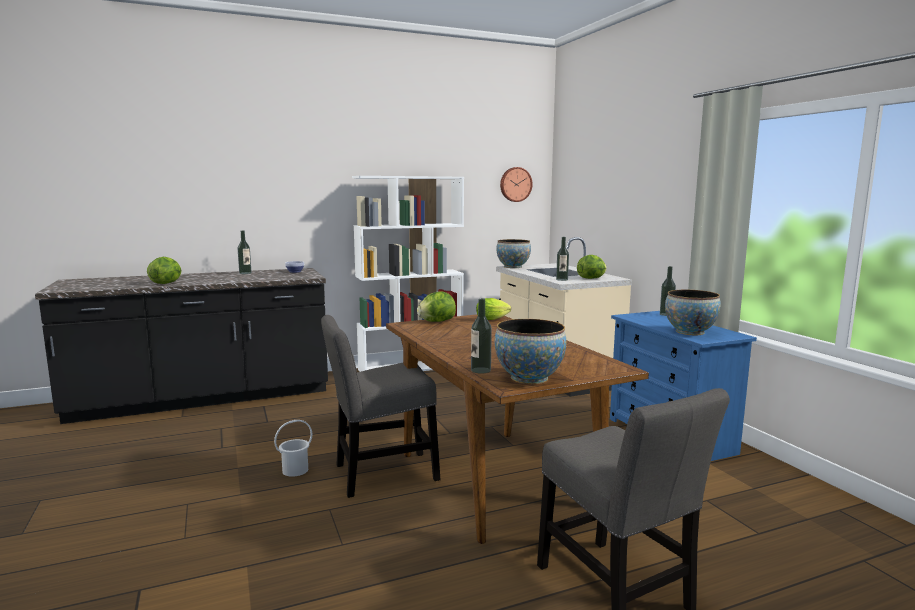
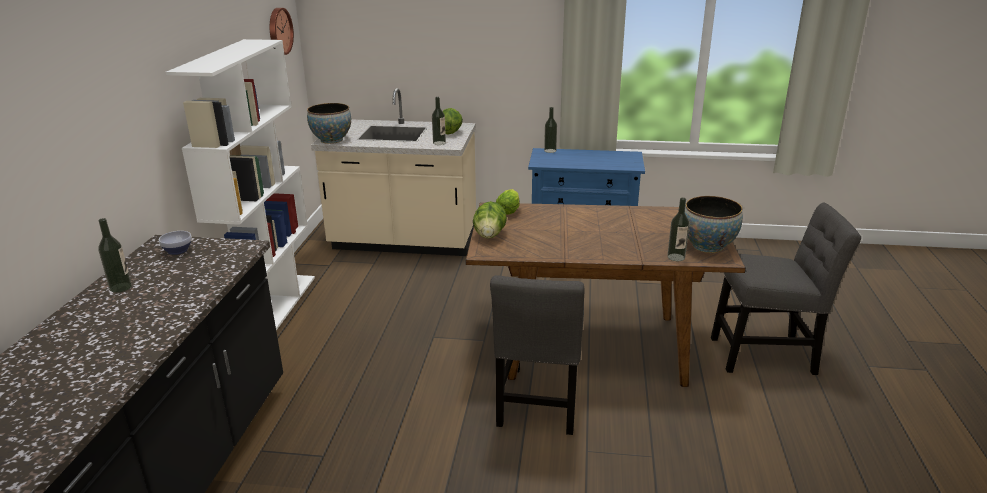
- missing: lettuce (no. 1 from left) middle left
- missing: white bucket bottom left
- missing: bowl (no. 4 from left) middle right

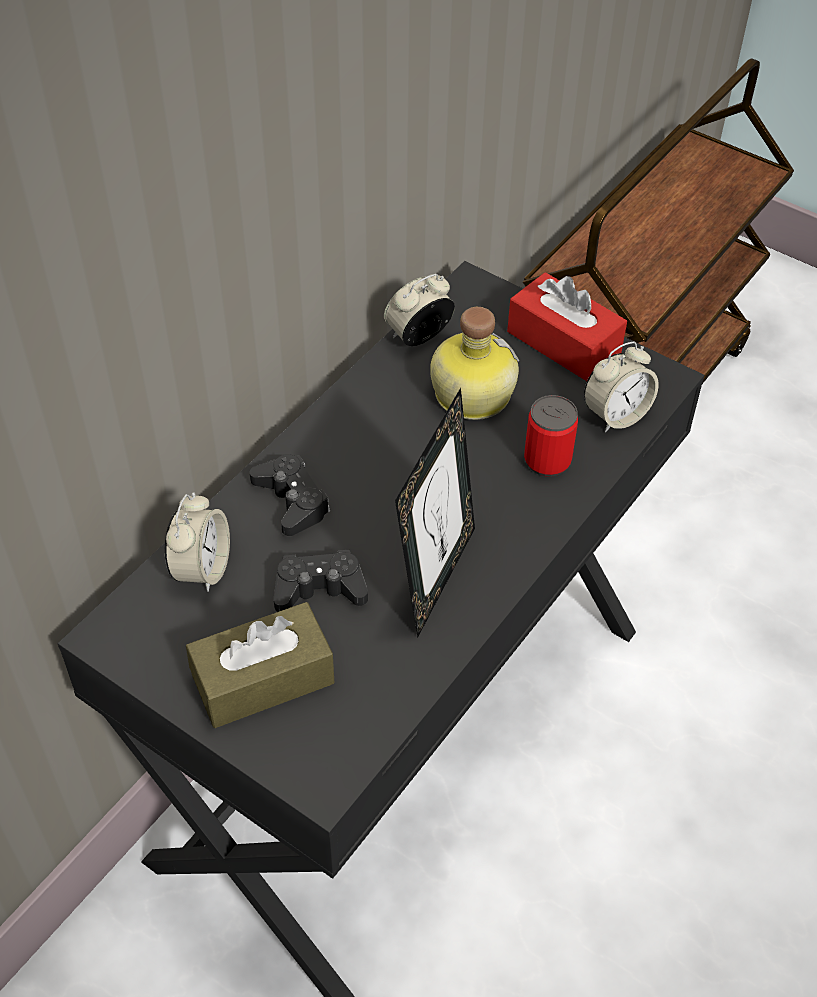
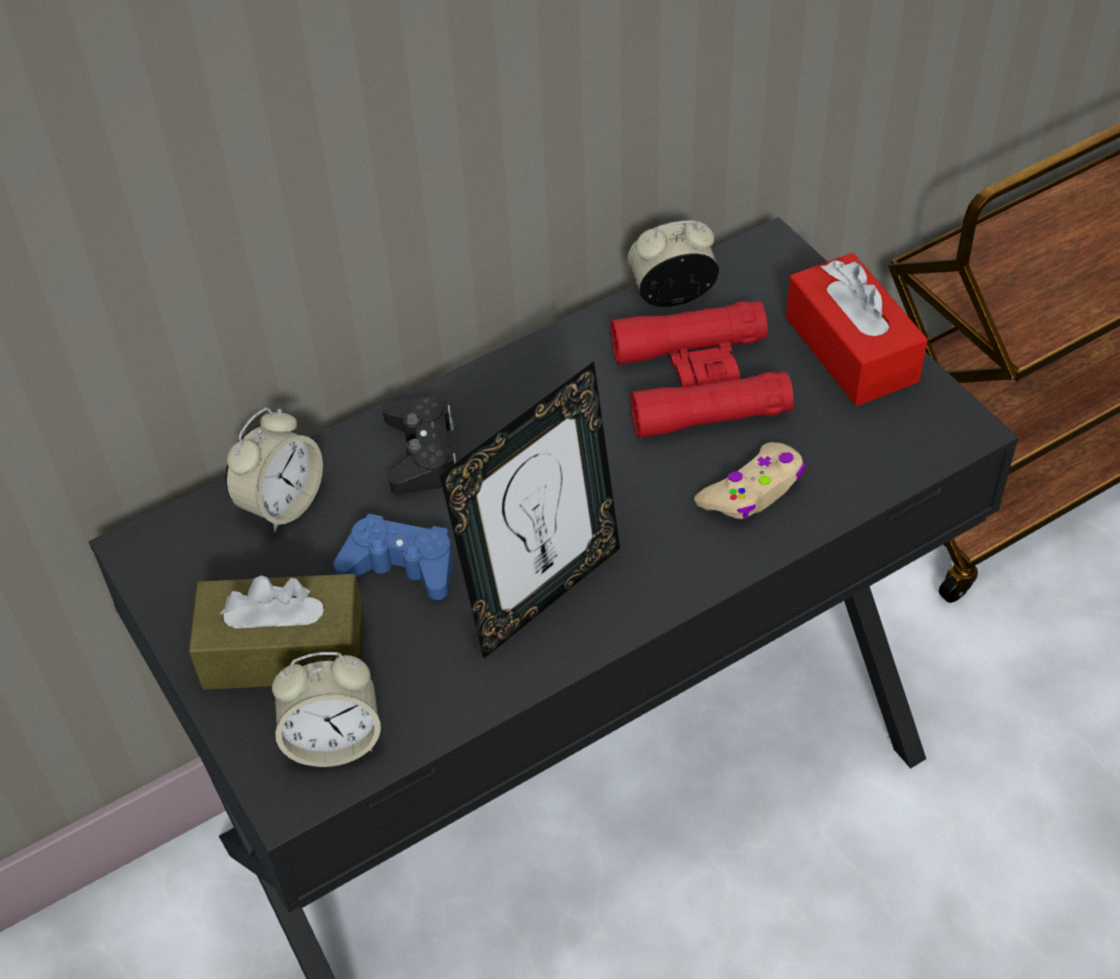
- relocated: alarm clock (no. 3 from left in the first image) middle right to alarm clock (no. 2 from left) bottom left
- colour: black game controller (no. 2 from left) centre to blue game controller centre
- exchanged: bottle centre to red binoculars centre
- exchanged: can middle right to beige game controller middle right

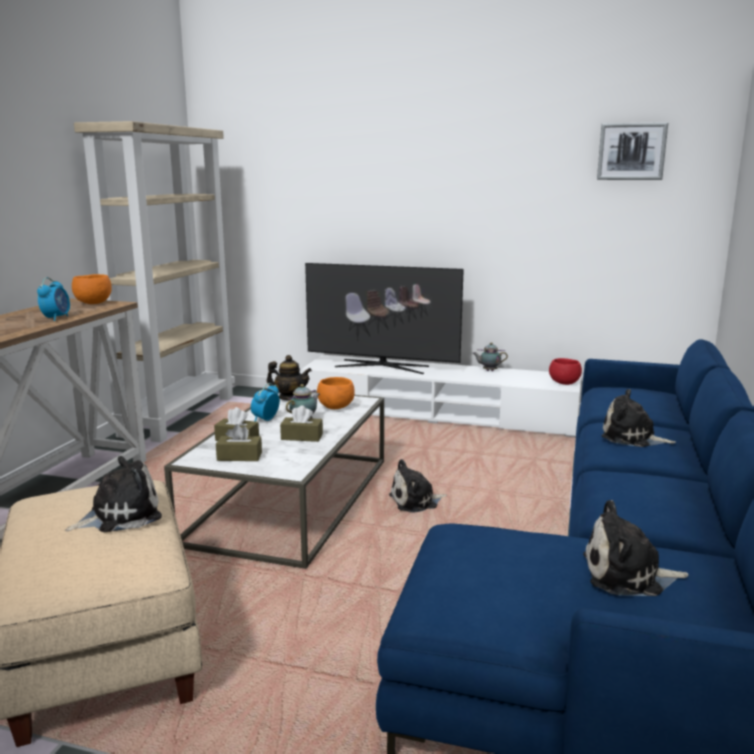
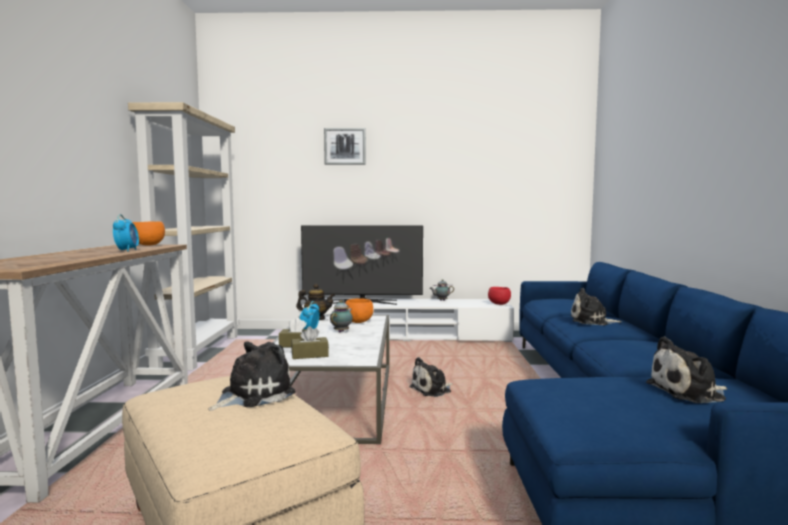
- relocated: picture top right to top centre
- missing: brown tissue box (no. 3 from left) centre

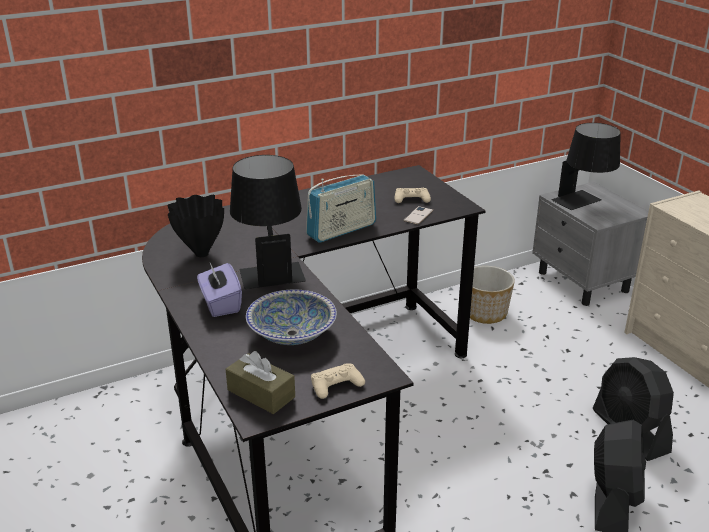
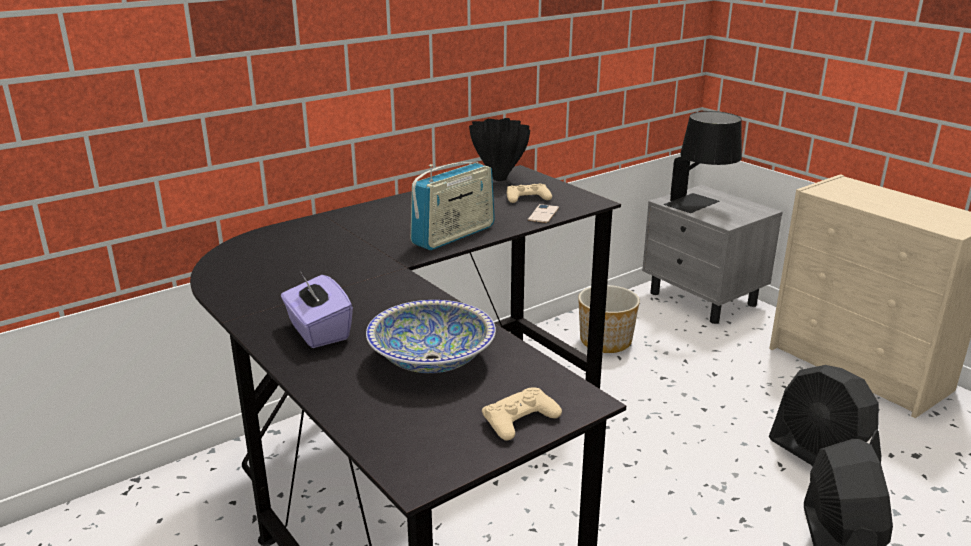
- relocated: black vase middle left to top centre
- missing: brown tissue box bottom centre
- missing: black table lamp (no. 1 from left) centre

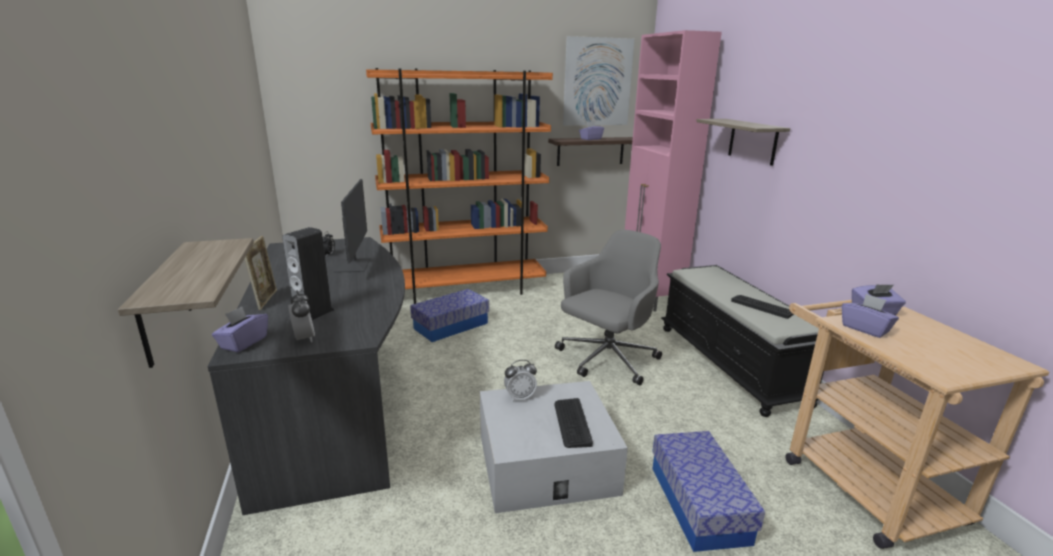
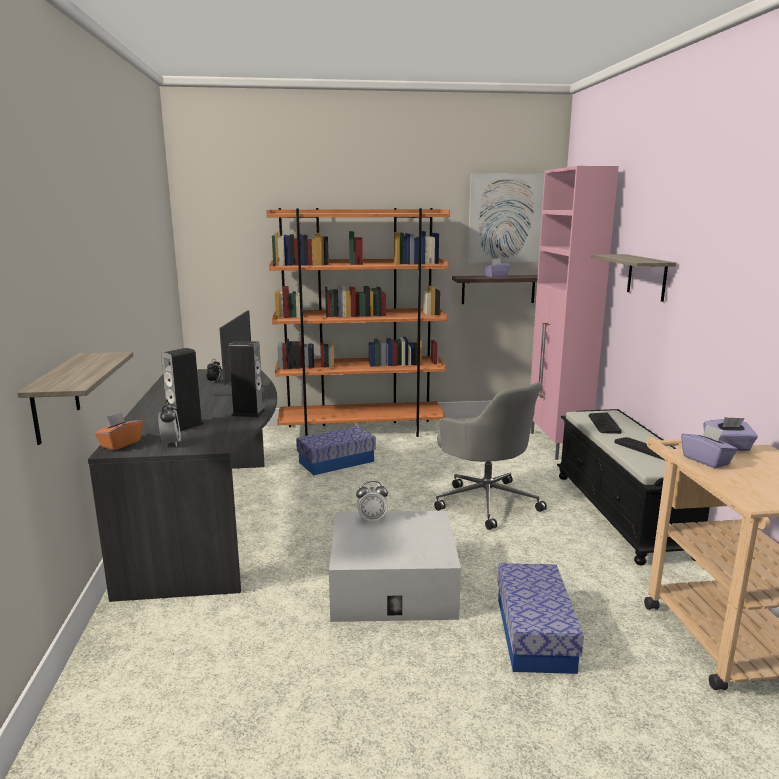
- colour: purple tissue box (no. 1 from left) middle left to orange tissue box middle left
- appeared: speaker (no. 2 from left) middle left
- spun: grey office chair centre = centre 90 degrees clockwise
- relocated: keyboard (no. 1 from left) bottom centre to middle right
- missing: picture frame middle left

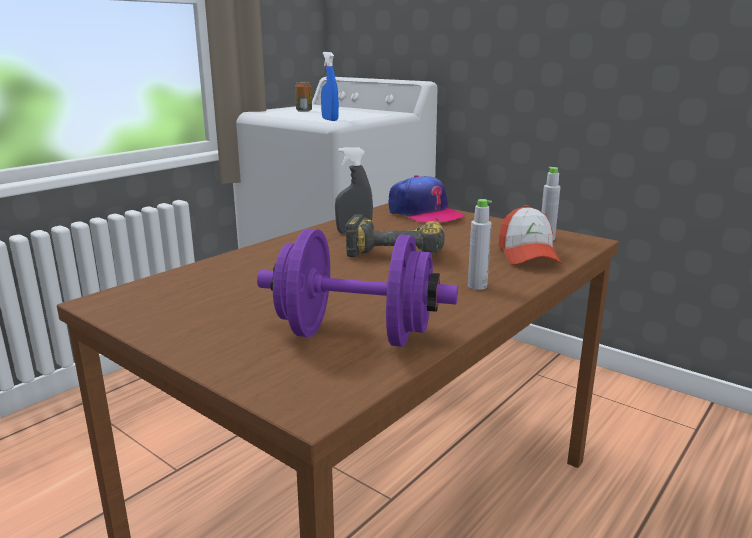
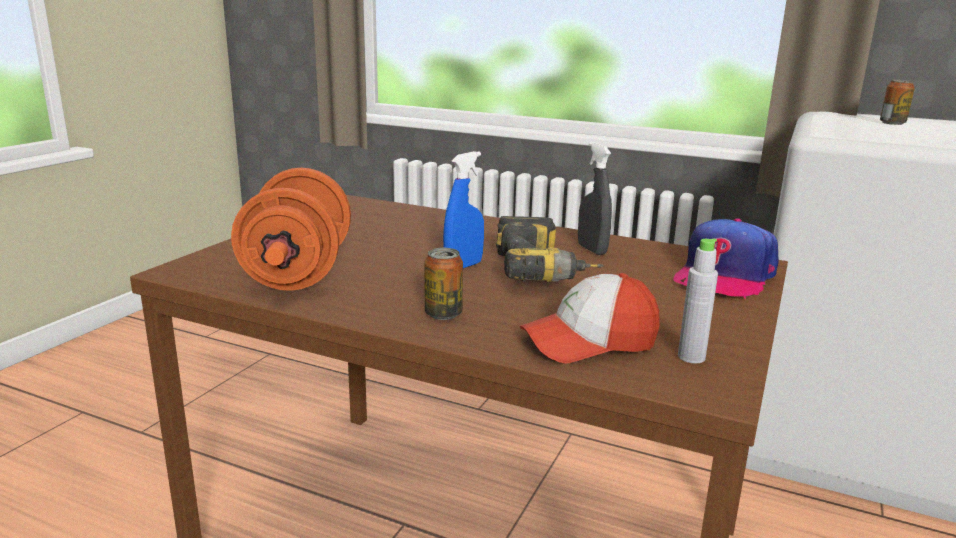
- colour: purple dumbbell centre to orange dumbbell middle left
- exchanged: grey bottle (no. 1 from left) centre to can (no. 1 from left) centre
- relocated: blue spray bottle top centre to centre

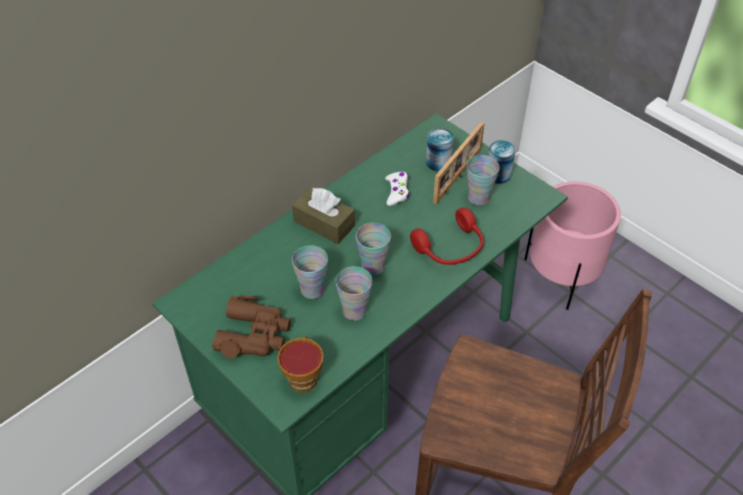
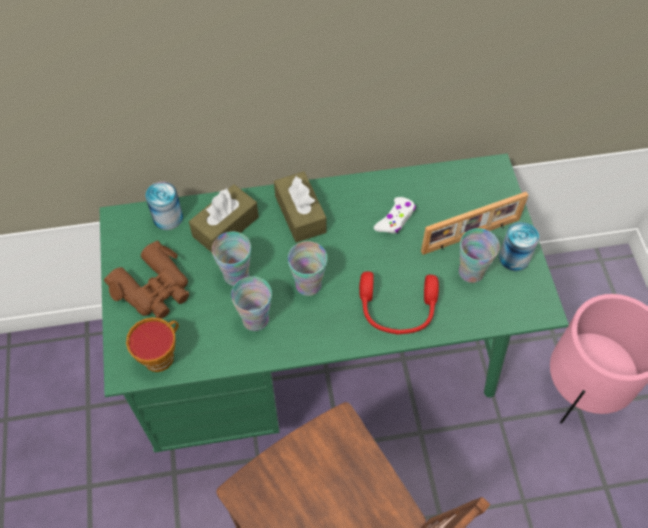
- relocated: can (no. 1 from left) top centre to middle left
- appeared: brown tissue box (no. 1 from left) centre

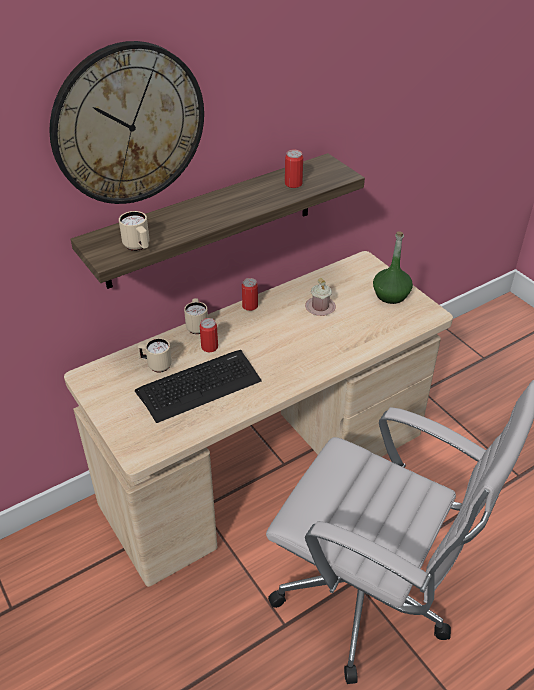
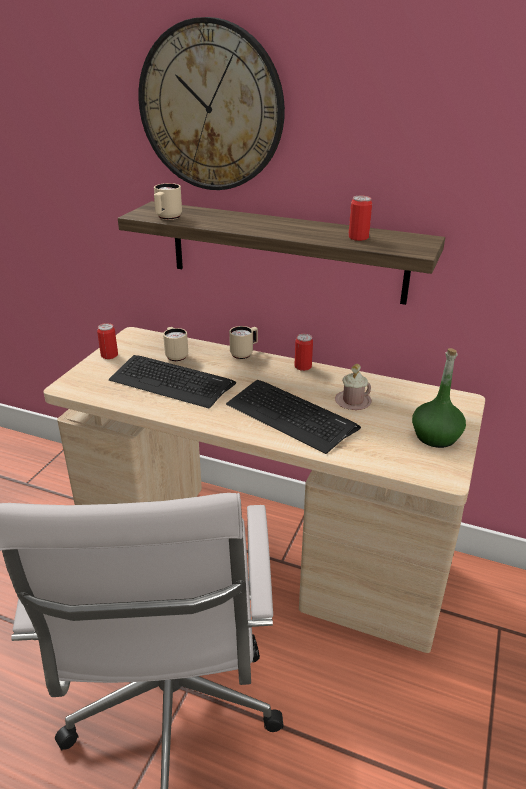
- relocated: can (no. 1 from left) centre to middle left
- appeared: keyboard (no. 2 from left) centre

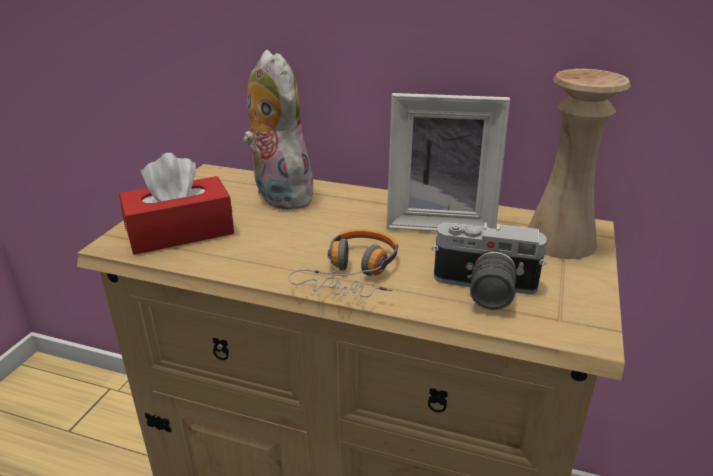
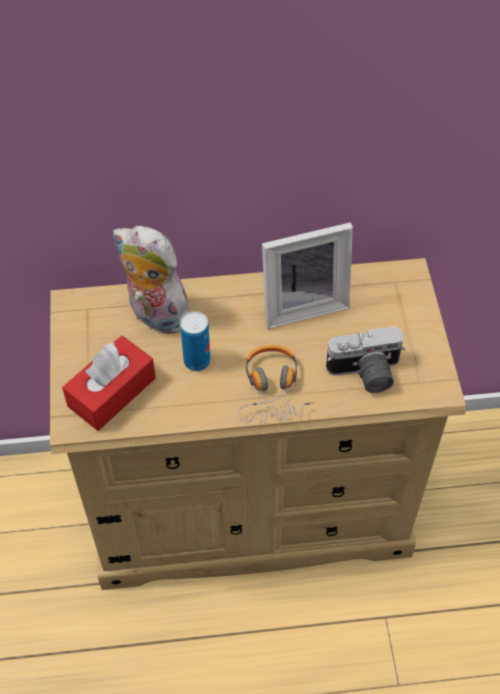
- appeared: can centre
- missing: beige vase middle right

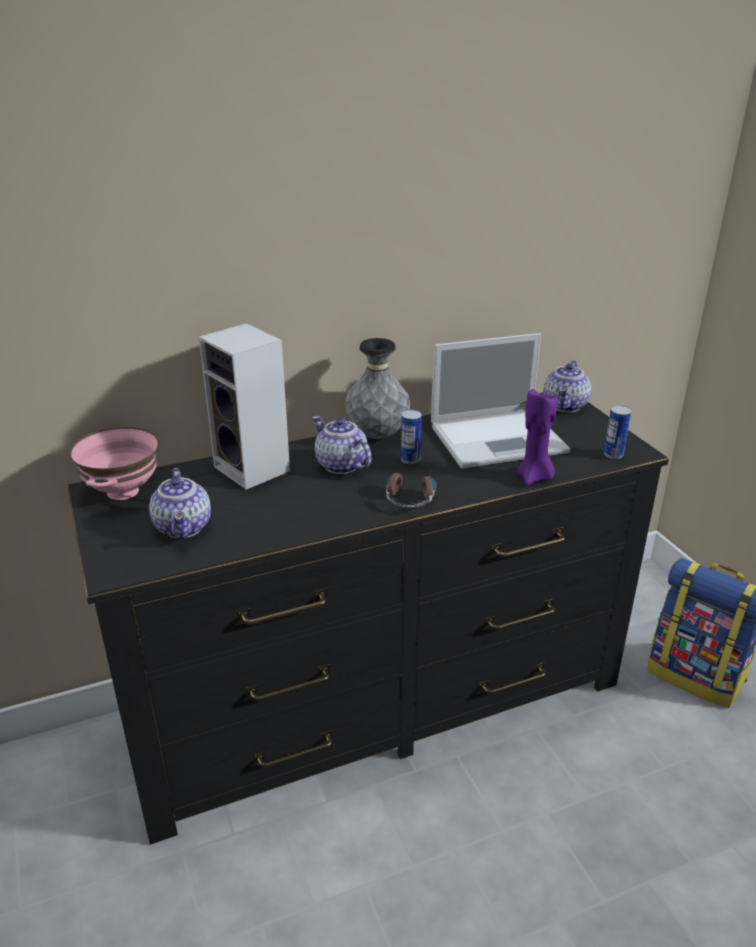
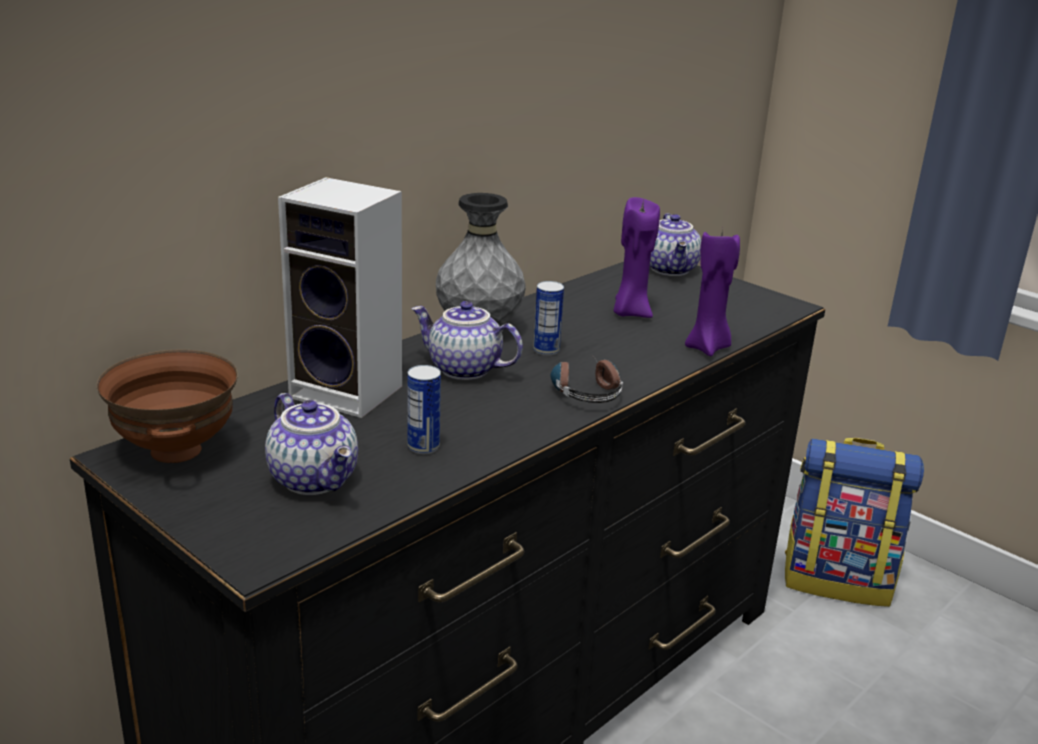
- colour: pink bowl middle left to brown bowl middle left
- relocated: can (no. 2 from left in the first image) middle right to can (no. 1 from left) centre
- exchanged: laptop centre to purple candle (no. 1 from left) centre

